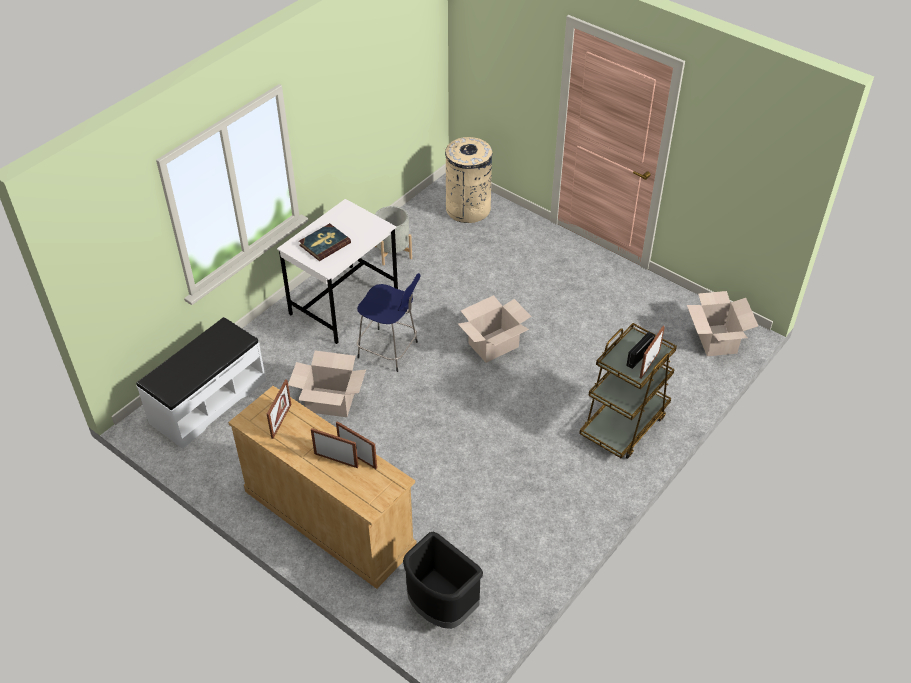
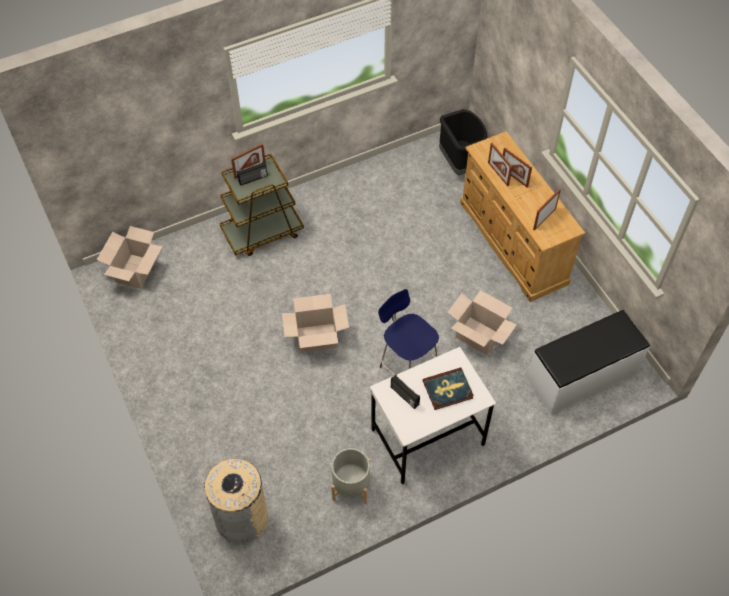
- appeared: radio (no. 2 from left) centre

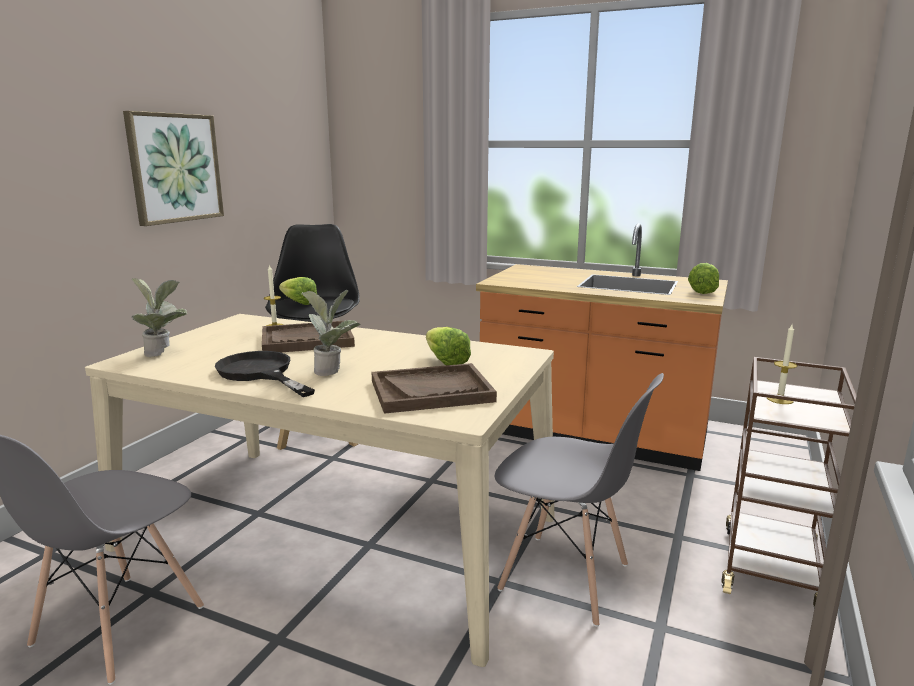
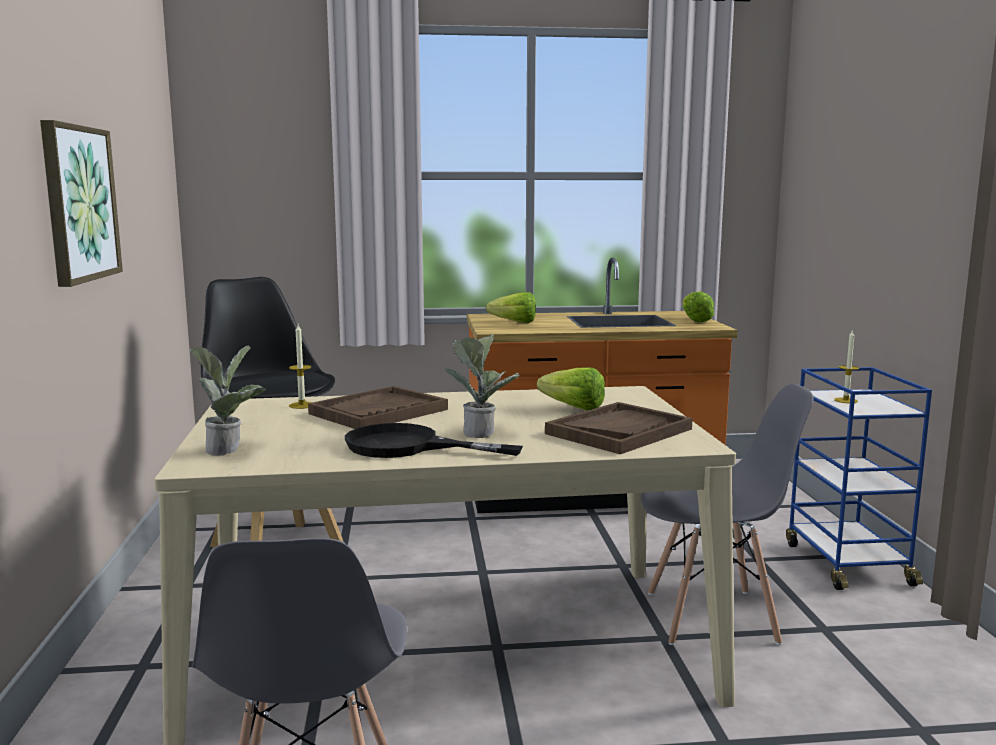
- relocated: lettuce (no. 1 from left) middle left to centre
- colour: brown cart bottom right to blue cart middle right

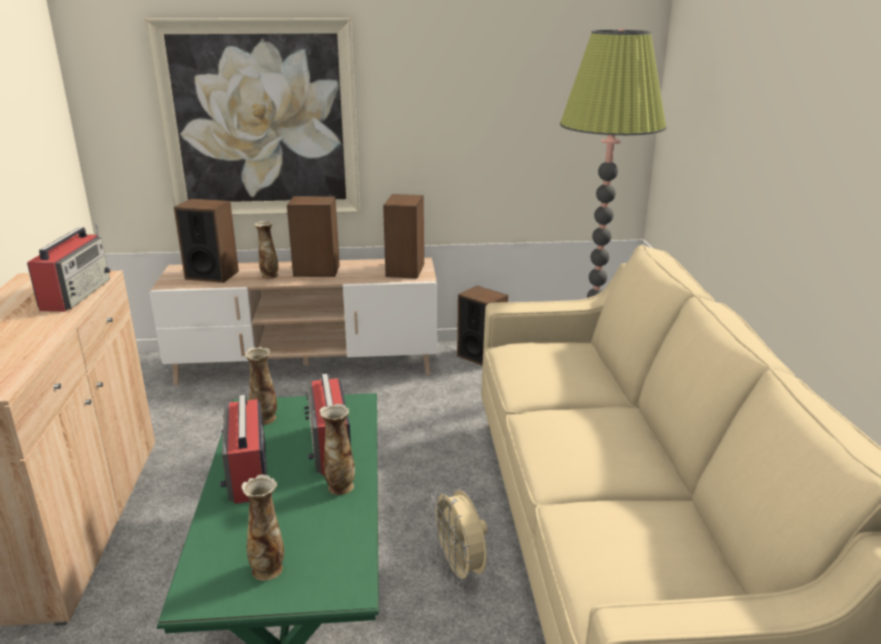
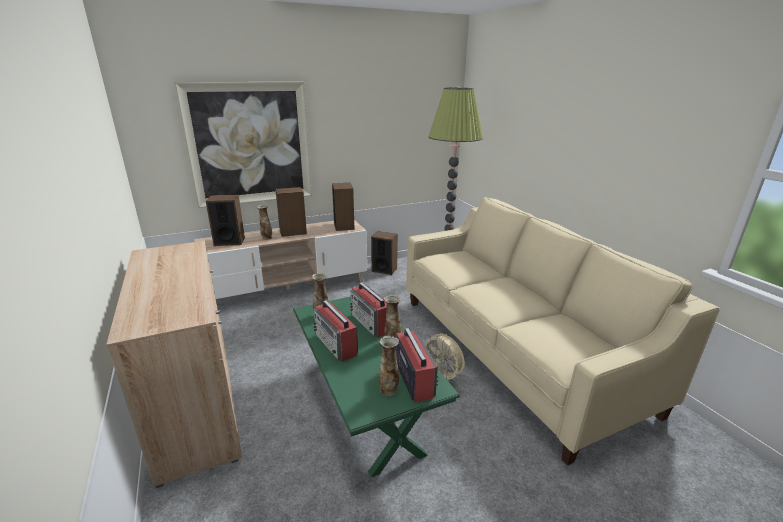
- relocated: radio (no. 1 from left in the first image) middle left to radio (no. 3 from left) bottom centre

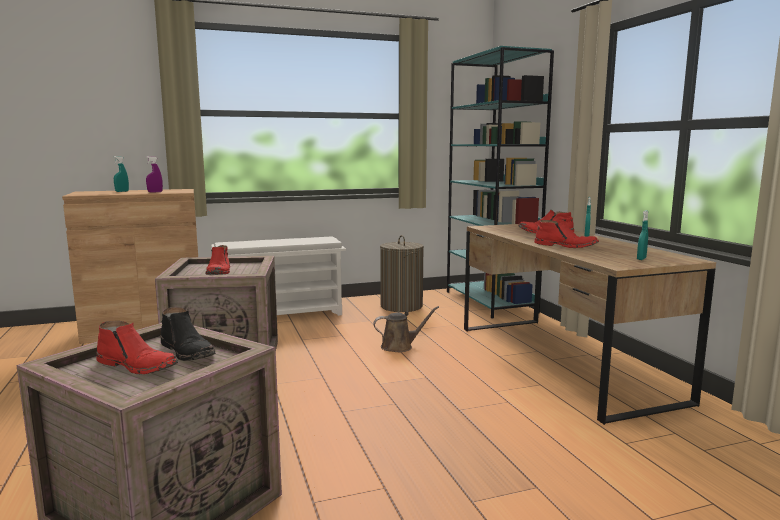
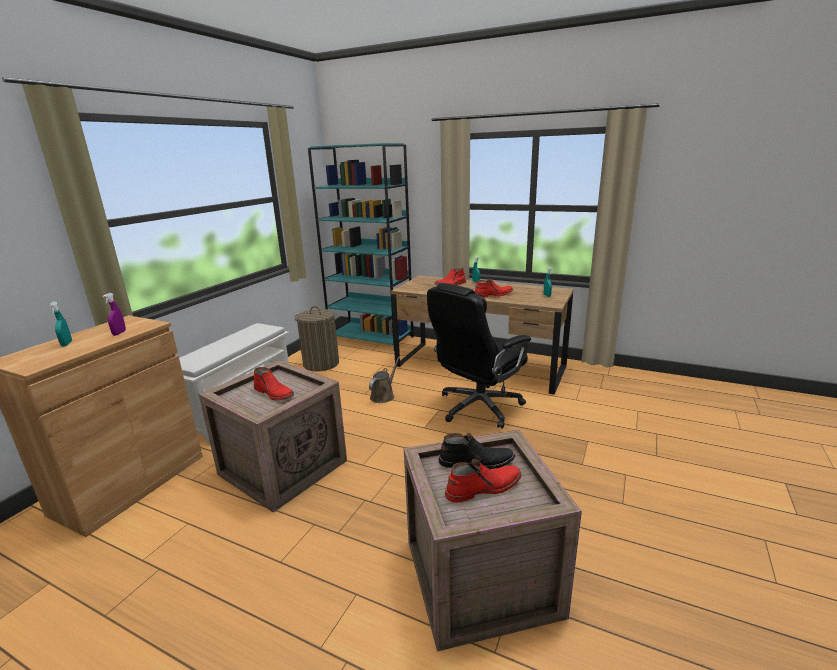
- appeared: black office chair centre

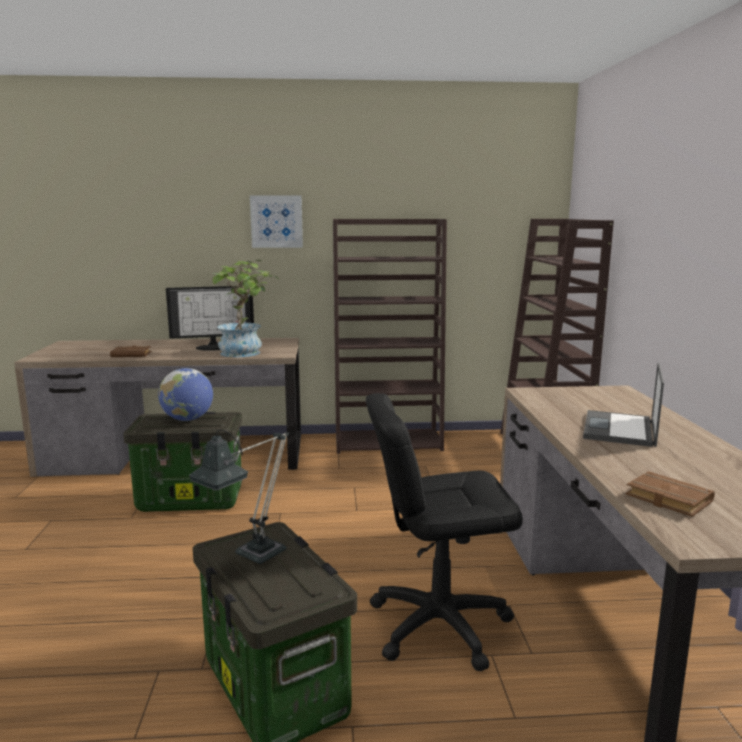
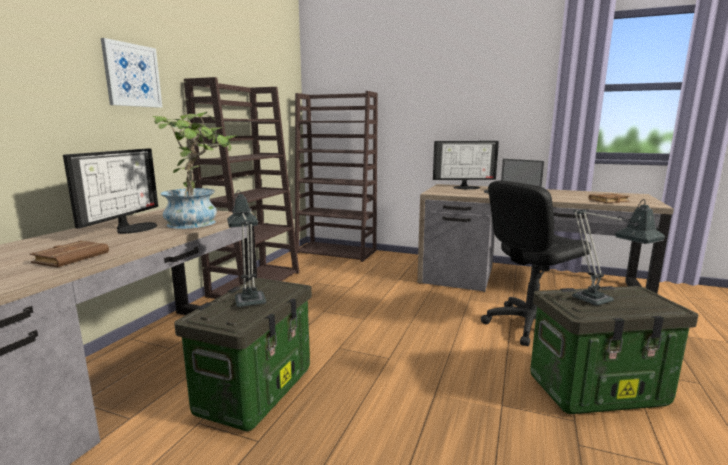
- exchanged: globe middle left to table lamp (no. 1 from left) centre
- appeared: monitor (no. 2 from left) centre
- spun: black office chair bottom centre = middle right 45 degrees clockwise

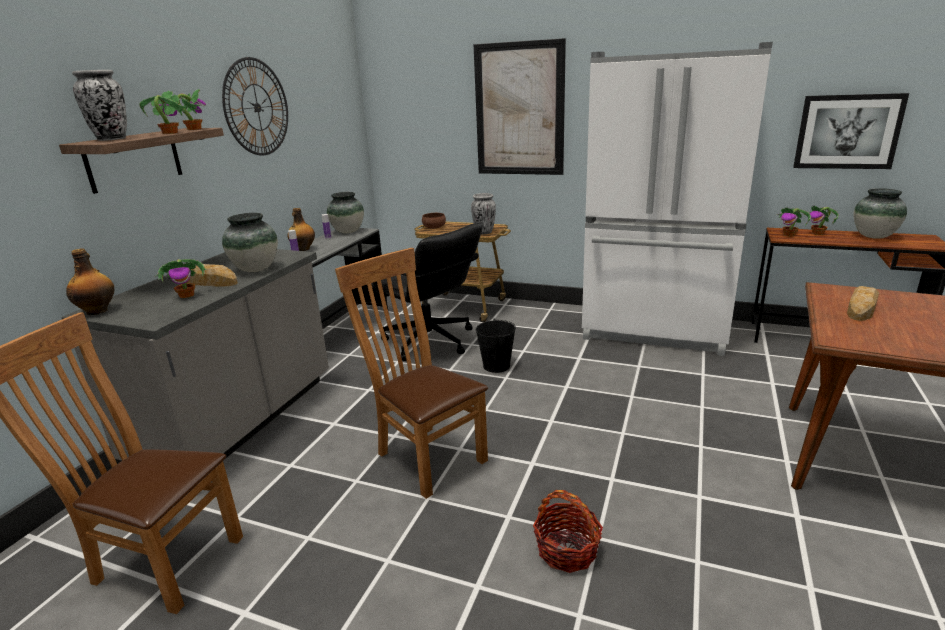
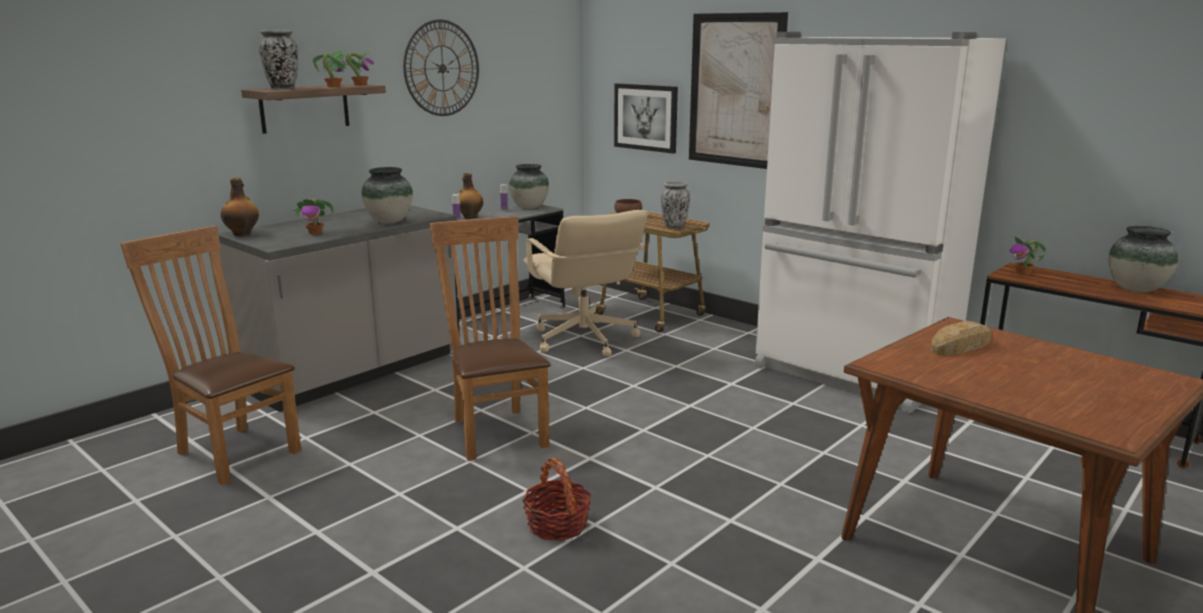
- colour: black office chair centre to beige office chair centre
- relocated: picture (no. 2 from left in the first image) top right to picture (no. 1 from left) top centre
- missing: bread (no. 1 from left) middle left
- missing: black bucket centre
- missing: potted plant (no. 5 from left) middle right

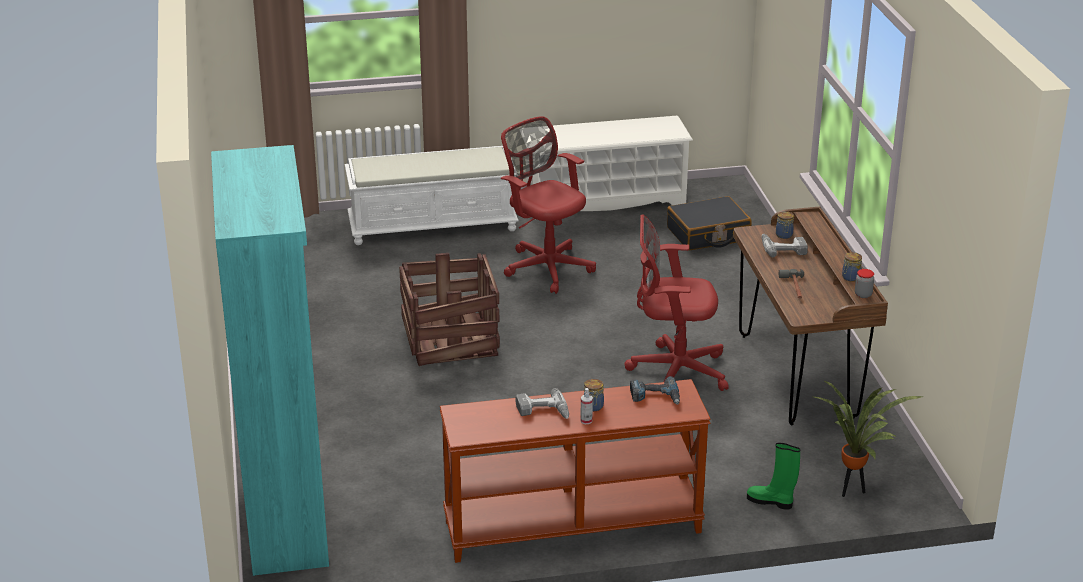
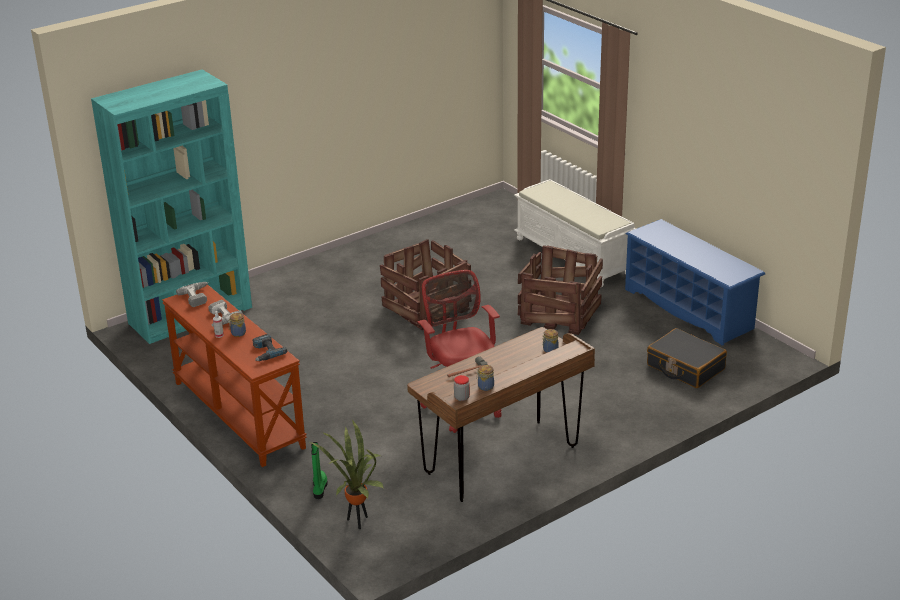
- relocated: power drill (no. 3 from left in the first image) middle right to power drill (no. 1 from left) middle left
- exchanged: red office chair (no. 1 from left) centre to crate (no. 2 from left) centre
- colour: white shoe rack top centre to blue shoe rack middle right

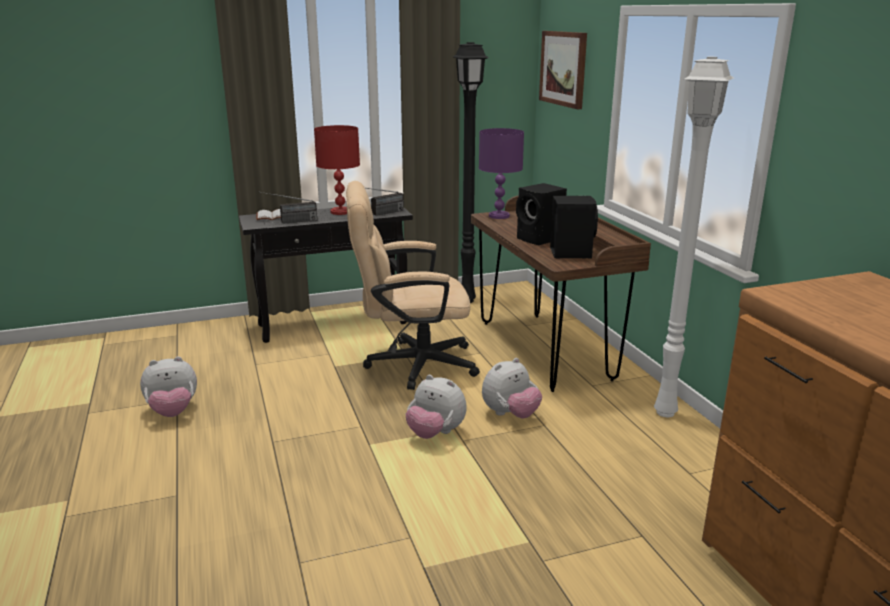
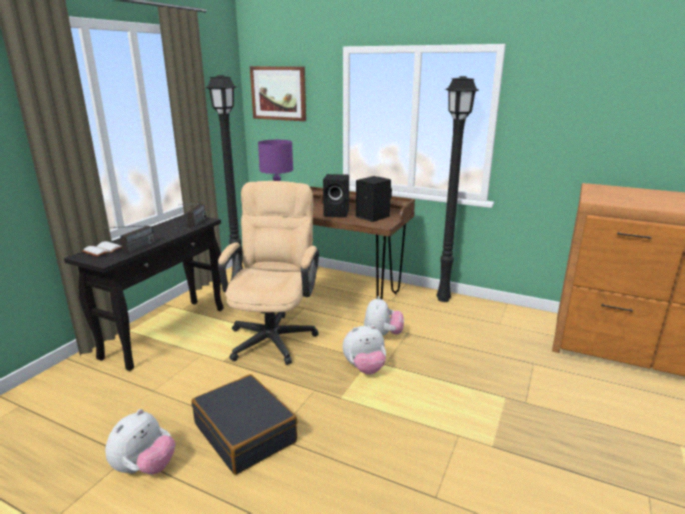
- appeared: black suitcase bottom centre
- spun: beige office chair centre = centre 150 degrees clockwise
- colour: white floor lamp middle right to black floor lamp (no. 2 from left) middle right
- missing: red table lamp top centre

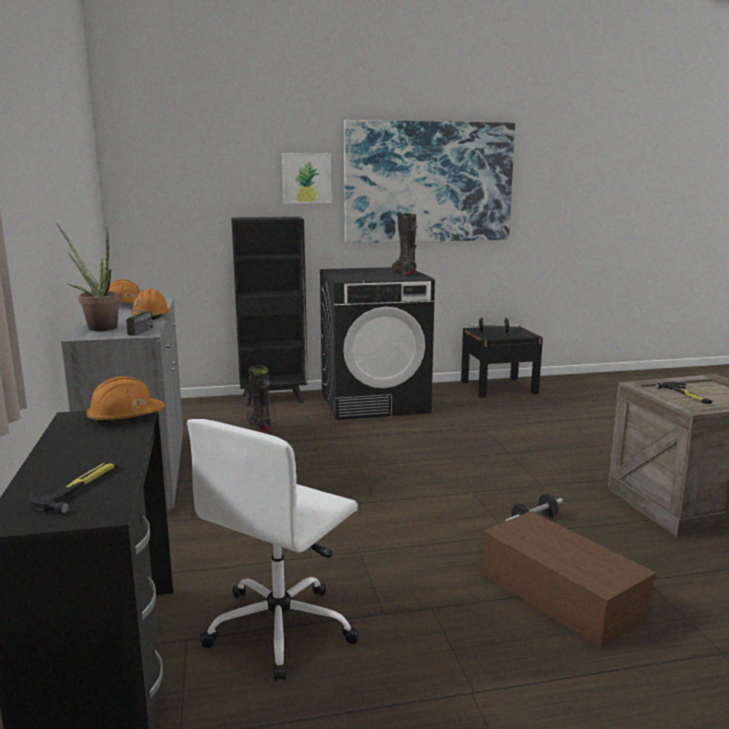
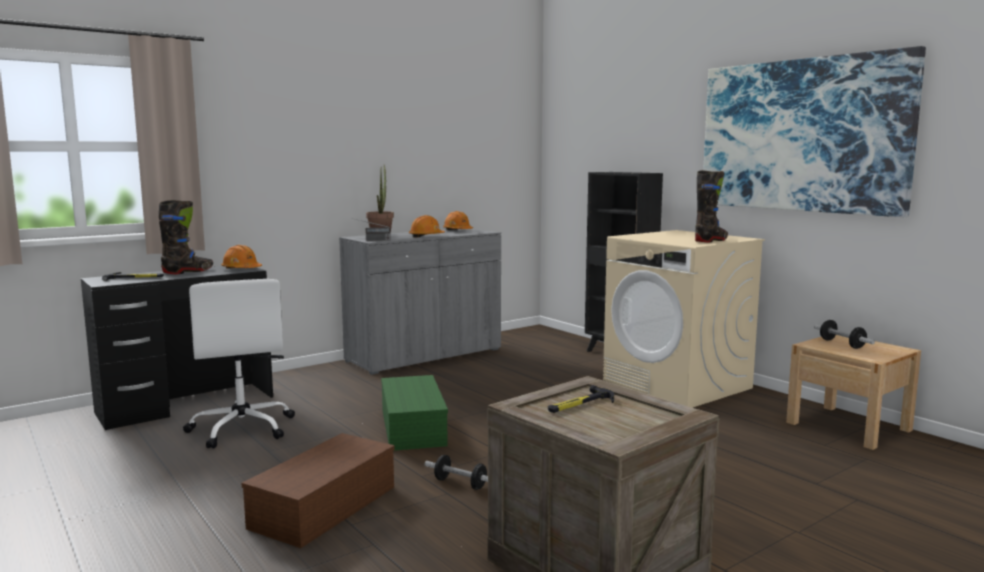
- relocated: black boot (no. 1 from left) centre to middle left
- spun: white office chair bottom centre = middle left 120 degrees counterclockwise
- appeared: green storage box bottom centre
- colour: black washing machine centre to beige washing machine middle right
- colour: black nightstand middle right to beige nightstand bottom right
- missing: picture (no. 1 from left) top centre

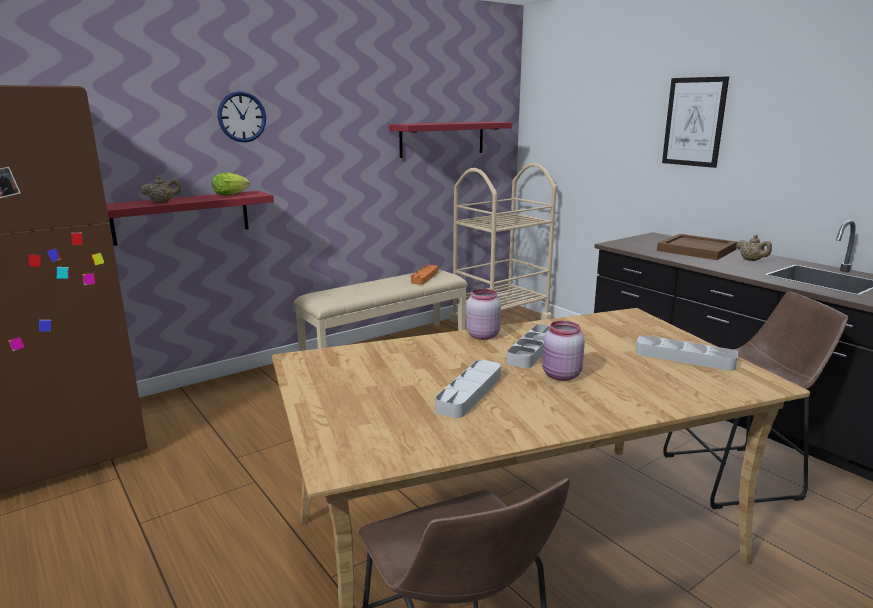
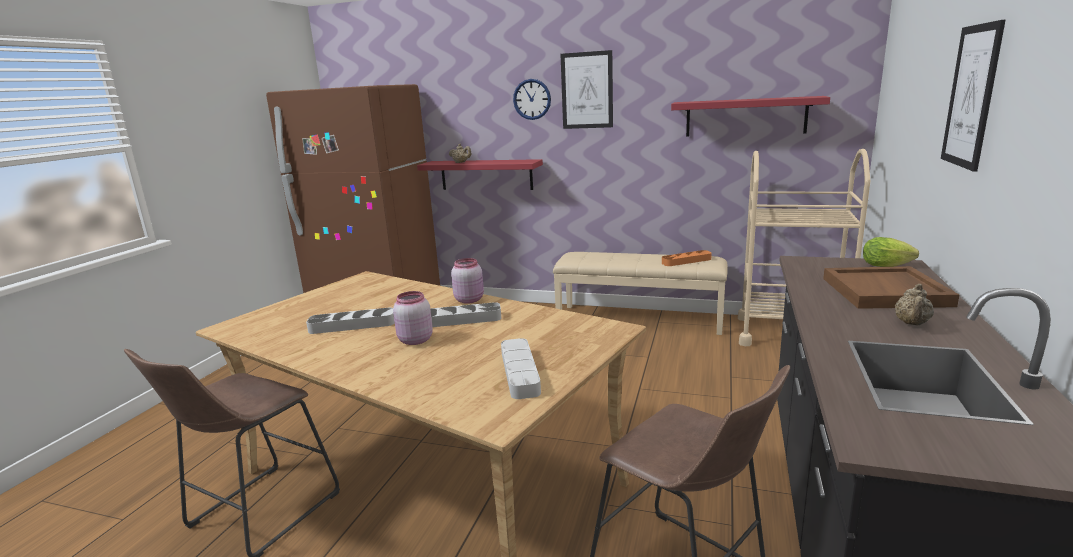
- appeared: picture (no. 1 from left) top centre
- relocated: lettuce top left to middle right

